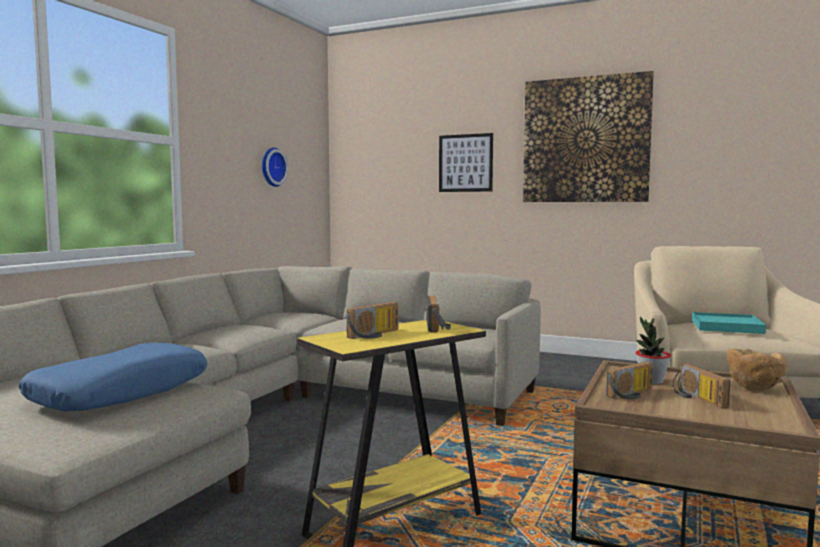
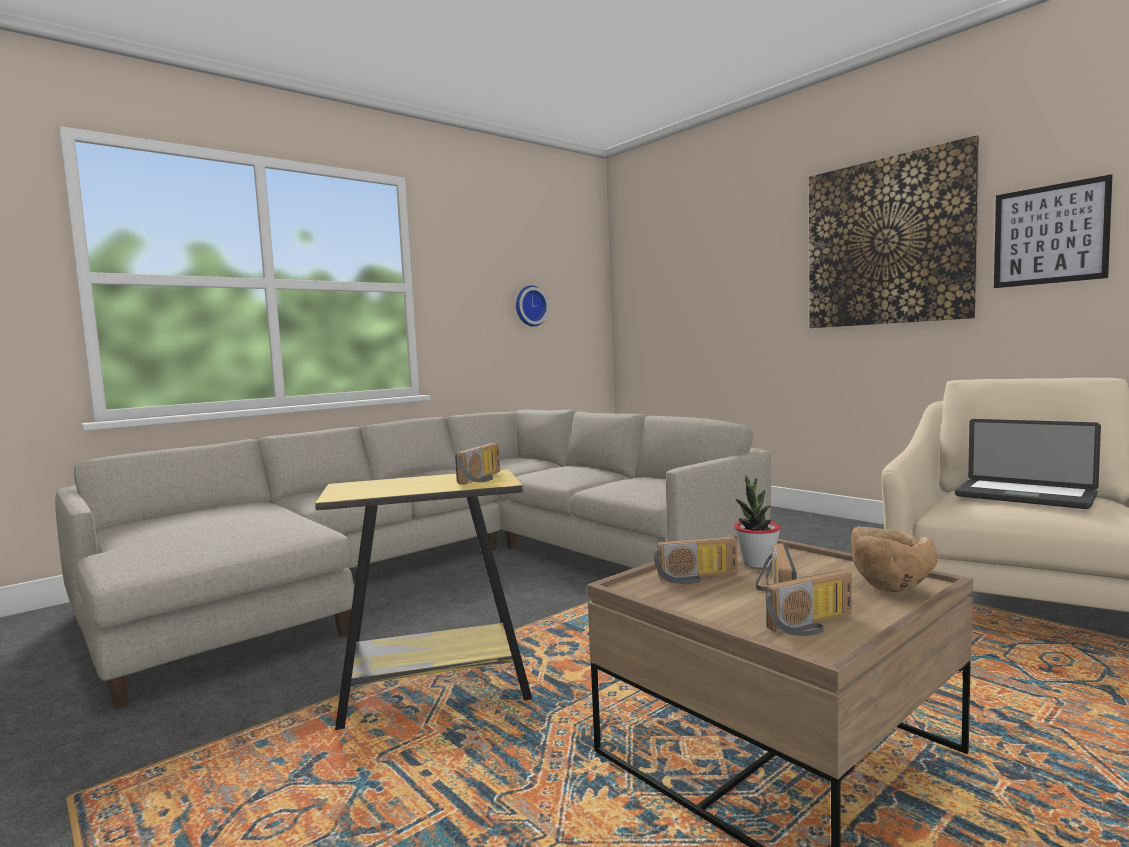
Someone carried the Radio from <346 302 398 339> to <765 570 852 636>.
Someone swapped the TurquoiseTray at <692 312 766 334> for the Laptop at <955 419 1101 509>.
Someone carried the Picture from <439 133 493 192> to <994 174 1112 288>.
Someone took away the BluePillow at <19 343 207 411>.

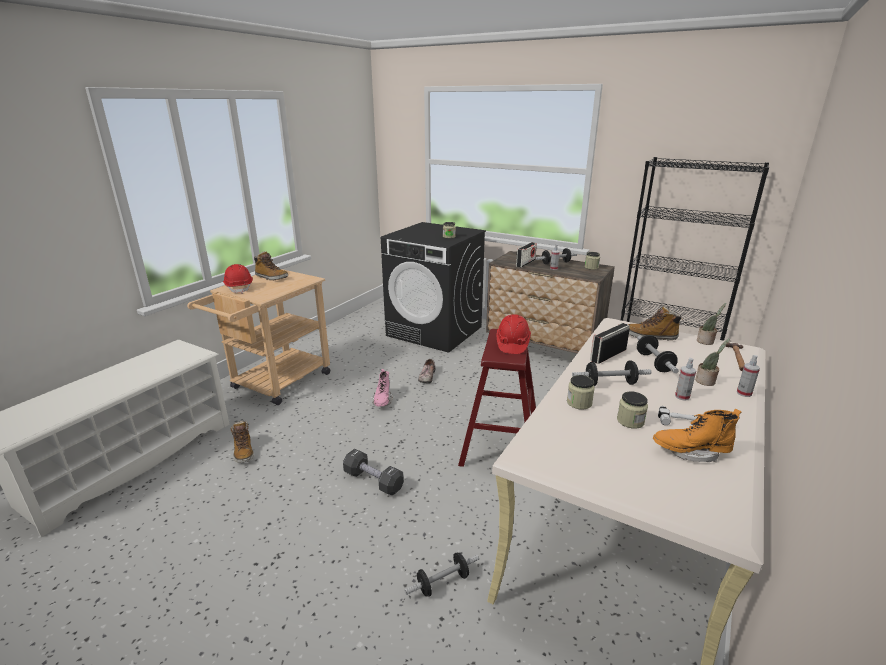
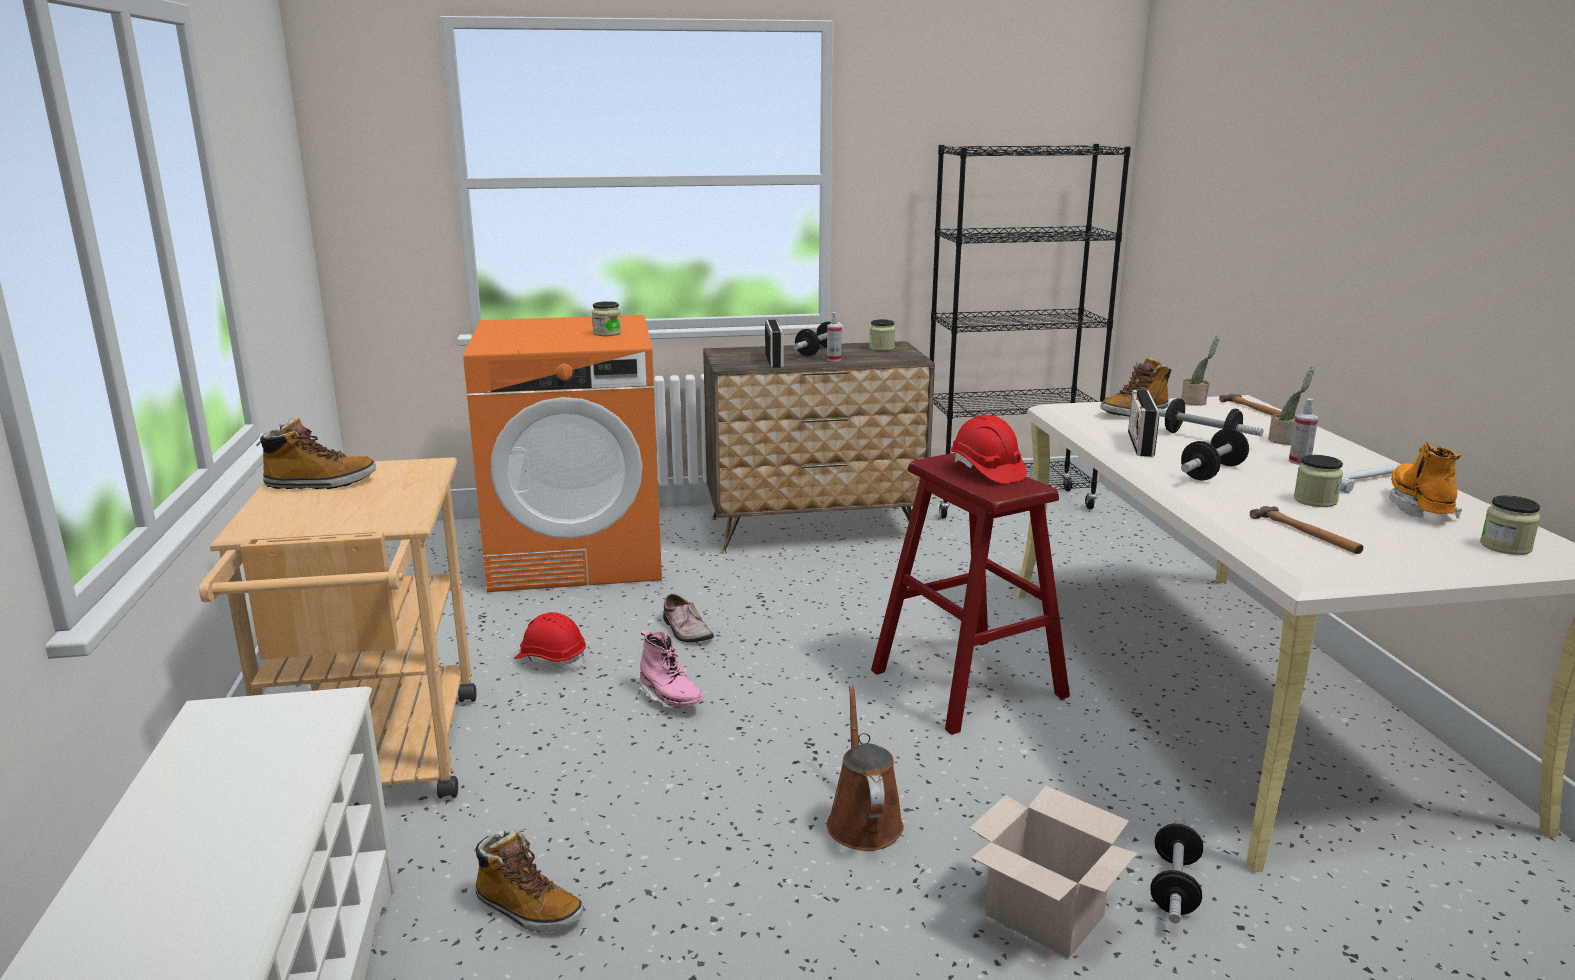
Someone repainted the BlackWashingMachine at <381 222 486 353>, which became the OrangeWashingMachine at <463 315 662 592>.
Someone carried the RedHardHat from <223 264 253 294> to <514 612 586 671>.
Someone swapped the BlackDumbbell at <343 449 404 495> for the BrownWateringCan at <827 685 904 851>.
Someone put down the CardboardBox at <969 786 1137 959>.
Someone put down the Hammer at <1250 506 1363 554>.
Someone rotated the OrangeBoot at <653 409 742 462> by 135 degrees clockwise.
Someone carried the Jar from <567 375 595 410> to <1480 495 1541 555>.
Someone took away the SprayBottle at <737 355 760 397>.

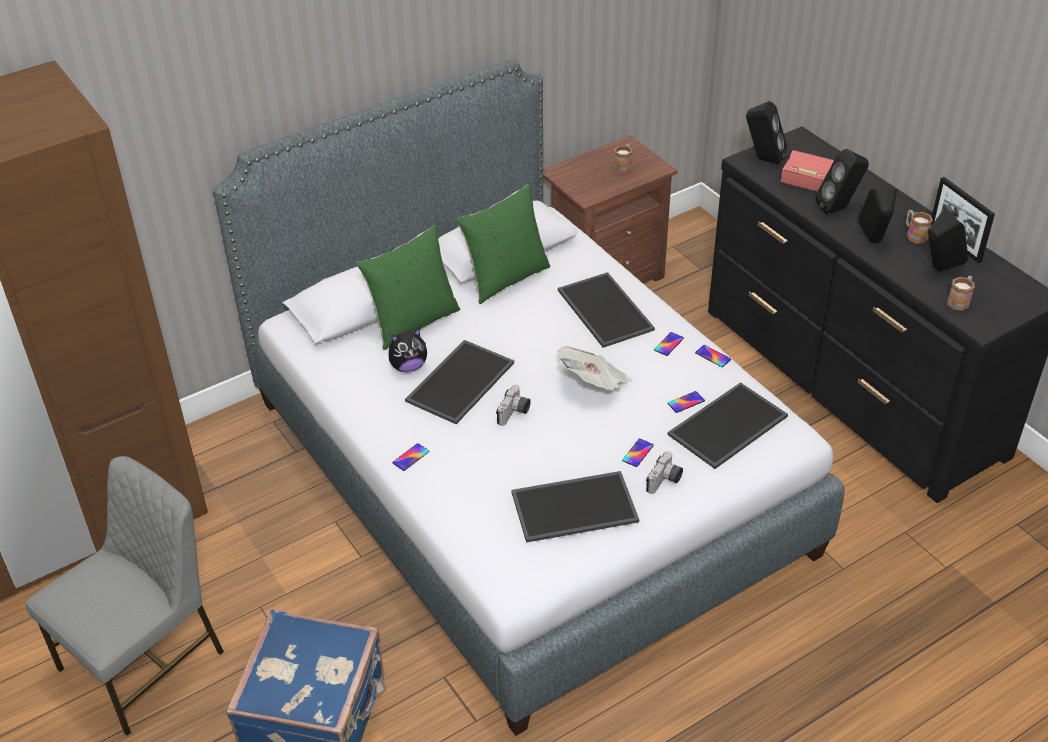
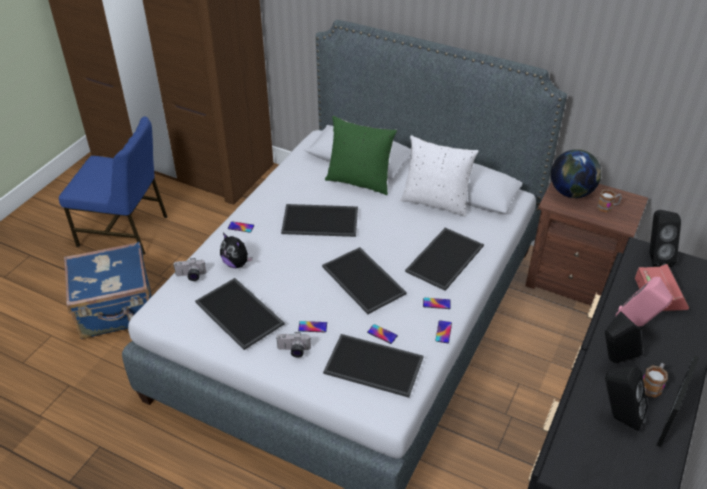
Someone repainted the GreyChair at <26 456 224 736>, which became the BlueChair at <59 116 167 255>.
Someone carried the PhotoCamera from <496 385 531 426> to <173 258 206 281>.
Someone carried the PlushToy from <388 328 427 372> to <220 233 253 268>.
Someone swapped the Newspaper at <557 346 632 391> for the Tray at <322 247 407 314>.
Someone repainted the GreenPillow at <456 184 550 304>, which became the WhitePillow at <400 135 479 217>.
Someone put down the Globe at <551 149 601 198>.
Someone repainted the BlackSpeaker at <816 149 869 214>, which became the PinkSpeaker at <616 277 673 327>.
Someone took away the Mug at <947 276 974 311>.

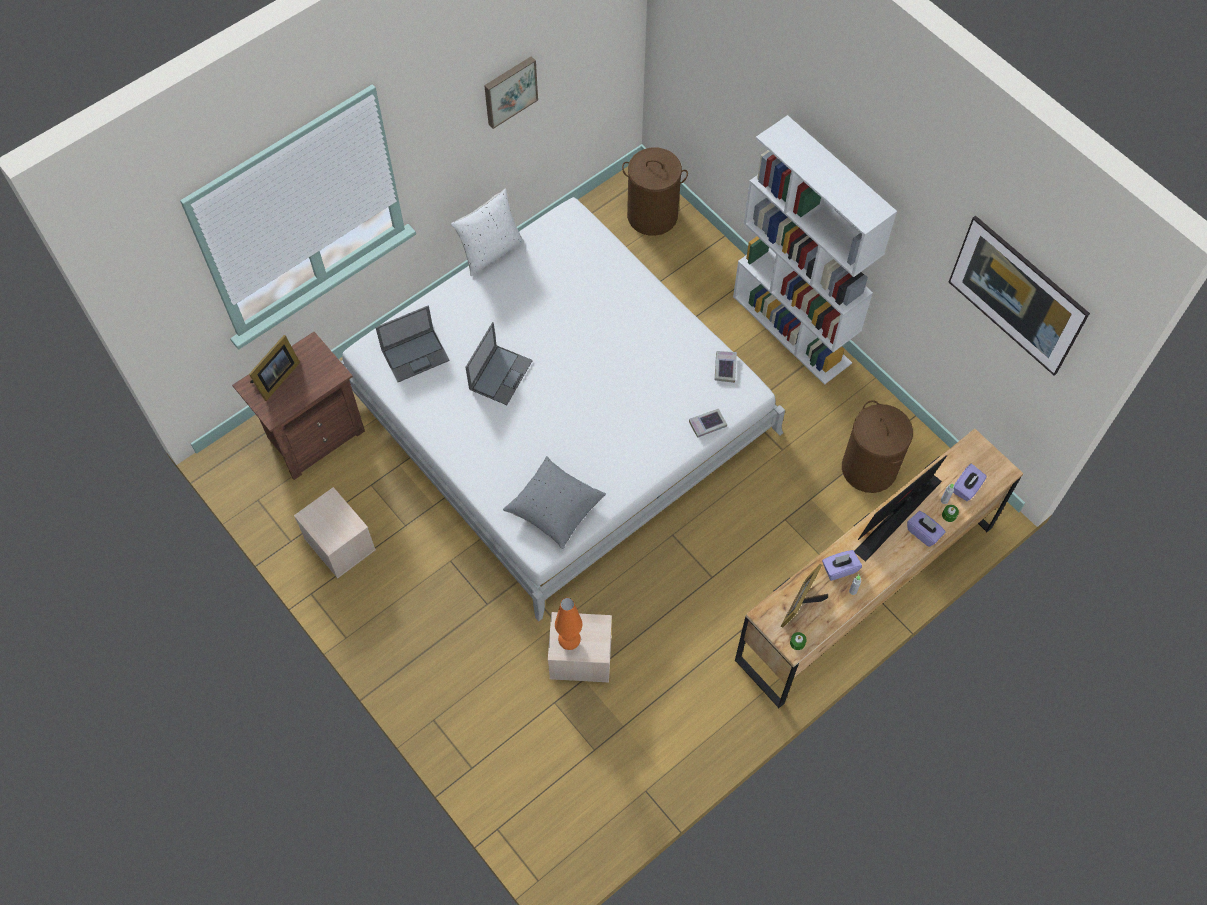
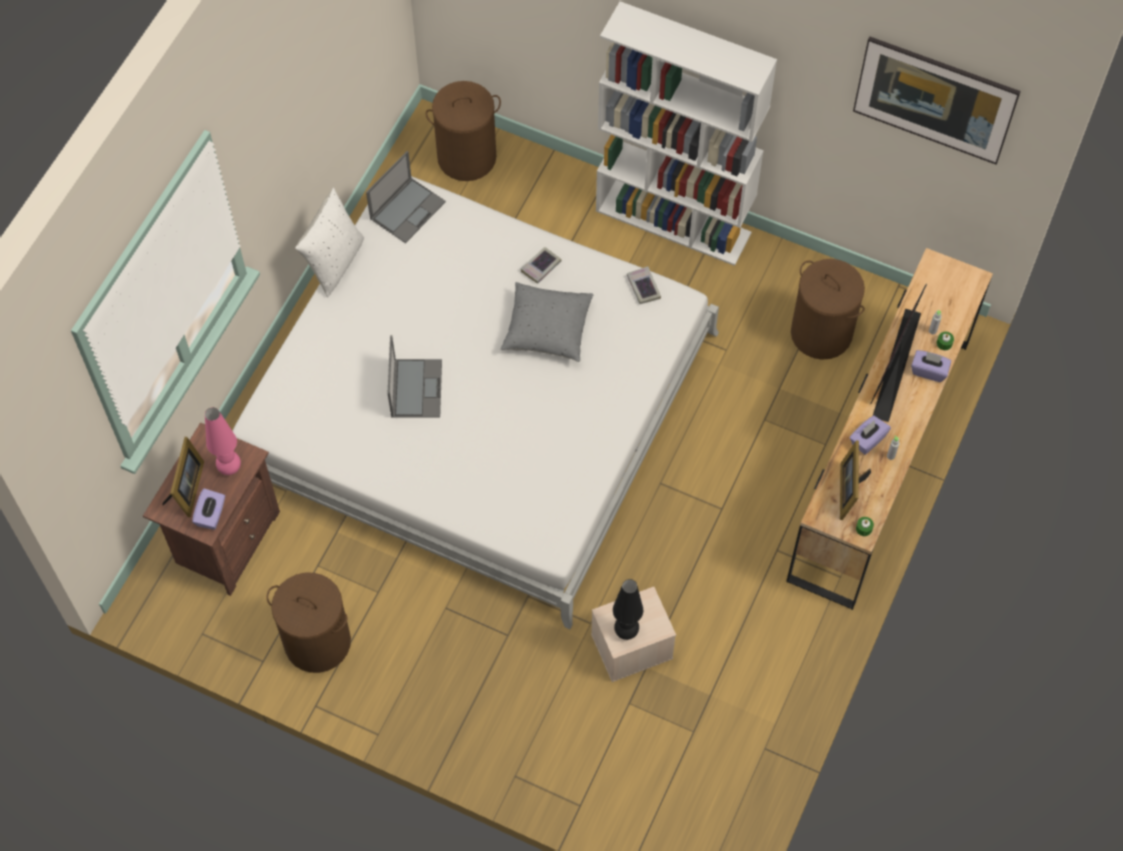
Someone carried the PurpleTissueBox from <953 463 987 501> to <192 488 225 530>.
Someone put down the PinkTableLamp at <205 407 241 475>.
Someone swapped the BeigeStorageBox at <294 487 376 578> for the BrownLaundryBasket at <266 573 351 673>.
Someone carried the Laptop from <375 306 450 382> to <366 151 446 243>.
Someone carried the GreyPillow from <503 456 606 549> to <501 282 593 362>.
Someone carried the Book from <689 409 727 438> to <521 247 561 284>.
Someone repainted the OrangeTableLamp at <555 598 582 650>, which became the BlackTableLamp at <613 579 643 640>.
Someone took away the Picture at <484 56 538 129>.

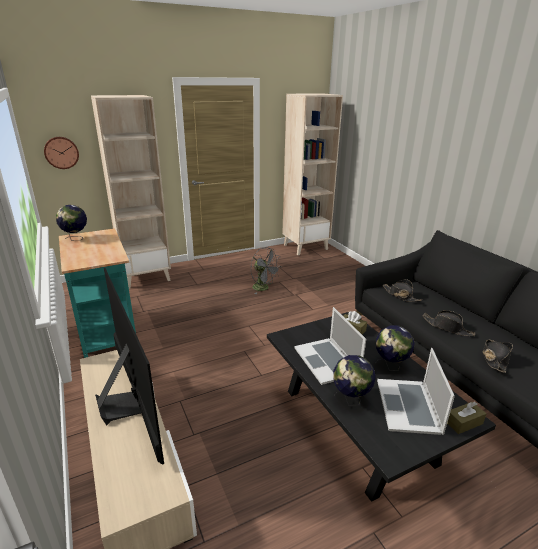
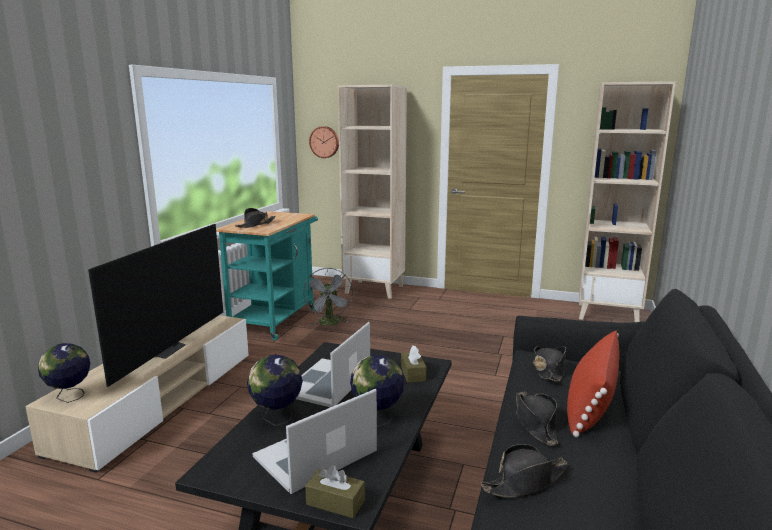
Someone carried the Globe from <56 205 87 241> to <38 343 90 403>.
Someone put down the BlackHat at <235 208 276 228>.
Someone carried the GreyFan from <251 247 281 294> to <303 268 353 325>.
Someone put down the RedPillow at <567 330 619 437>.

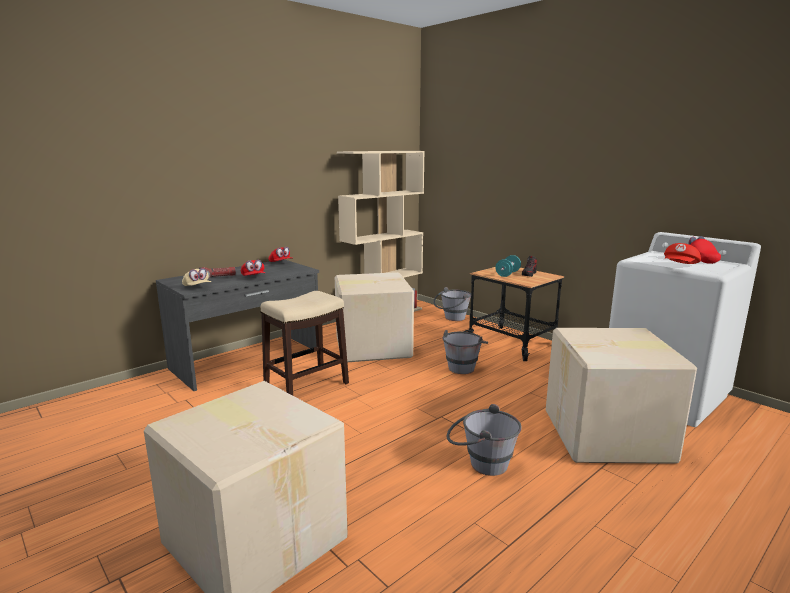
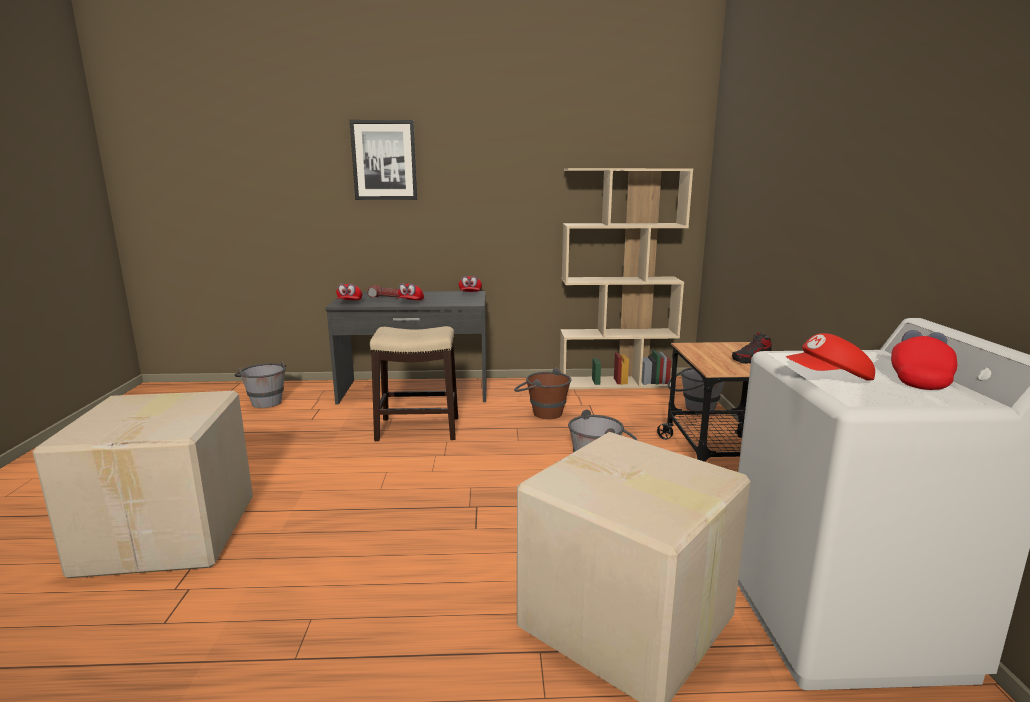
Someone carried the GreyBucket from <447 404 522 476> to <234 361 286 408>.
Someone repainted the BeigeCap at <182 268 211 286>, which became the RedCap at <336 284 362 300>.
Someone put up the Picture at <350 120 417 200>.
Someone swapped the CardboardBox at <335 272 414 362> for the BrownBucket at <514 367 571 419>.
Someone took away the TurquoiseDumbbell at <496 255 521 277>.

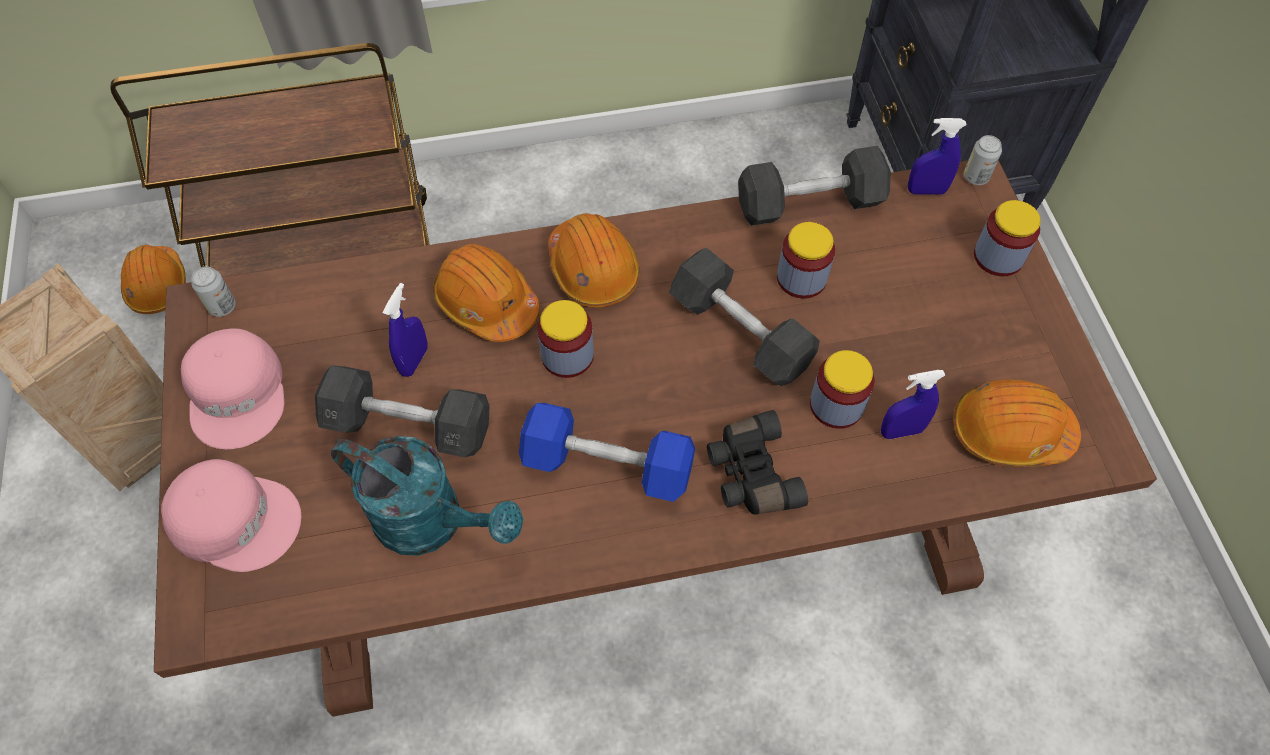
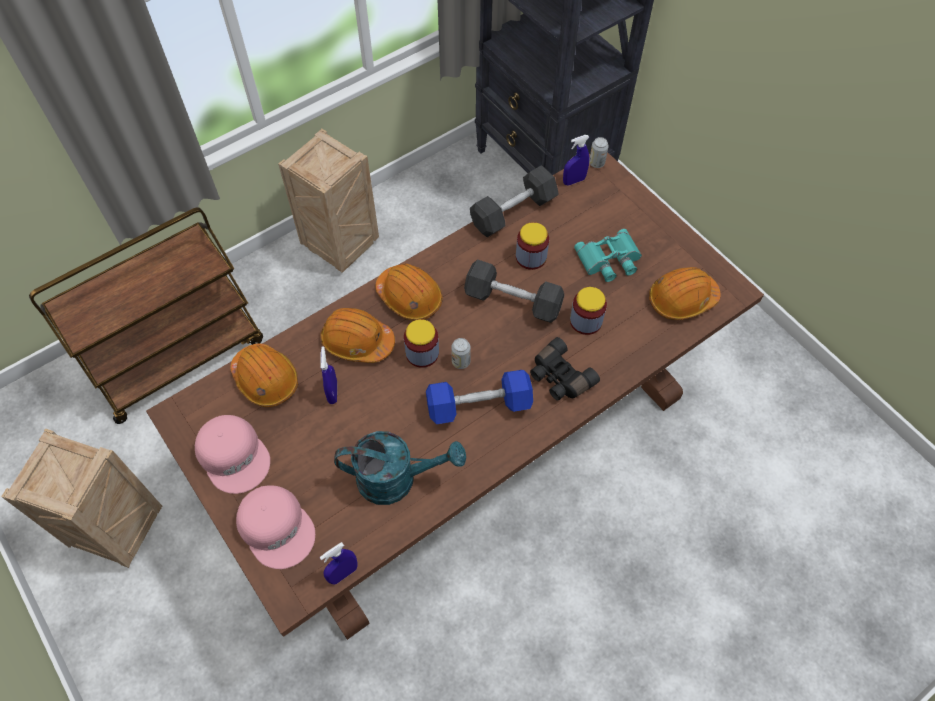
Someone carried the OrangeHardHat from <121 245 186 314> to <230 344 298 407>.
Someone rotated the PinkCap at <161 459 301 572> by 60 degrees clockwise.
Someone put down the Crate at <278 128 379 273>.
Someone carried the BlueSprayBottle from <880 370 945 439> to <320 542 358 585>.
Someone carried the Can from <191 266 236 317> to <451 338 471 369>.
Someone put down the TurquoiseBinoculars at <574 229 642 282>.
Someone took away the GreyDumbbell at <315 366 490 457>.
Someone took away the Jar at <974 200 1041 276>.

